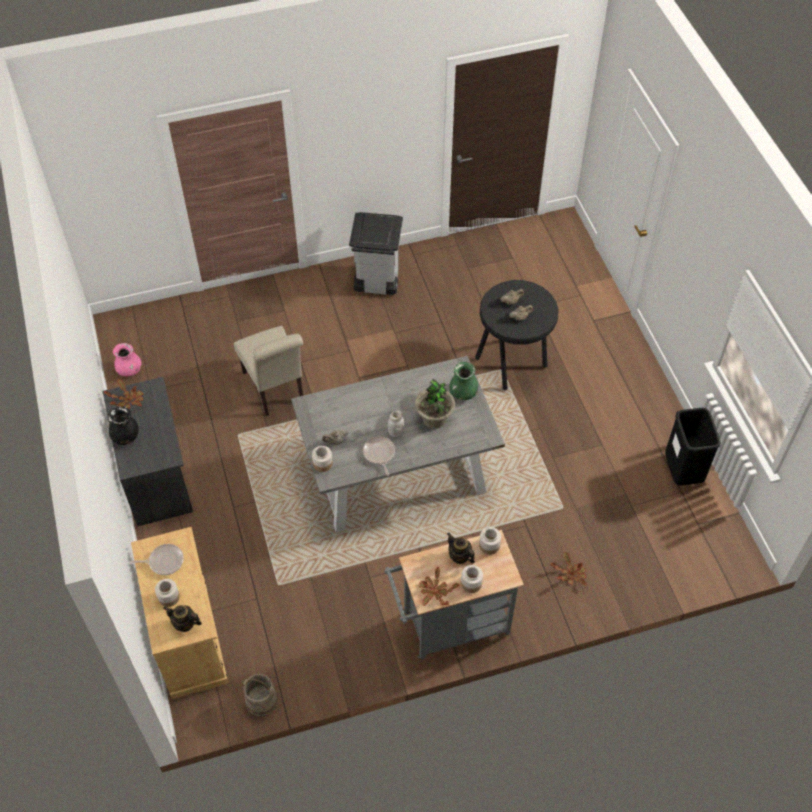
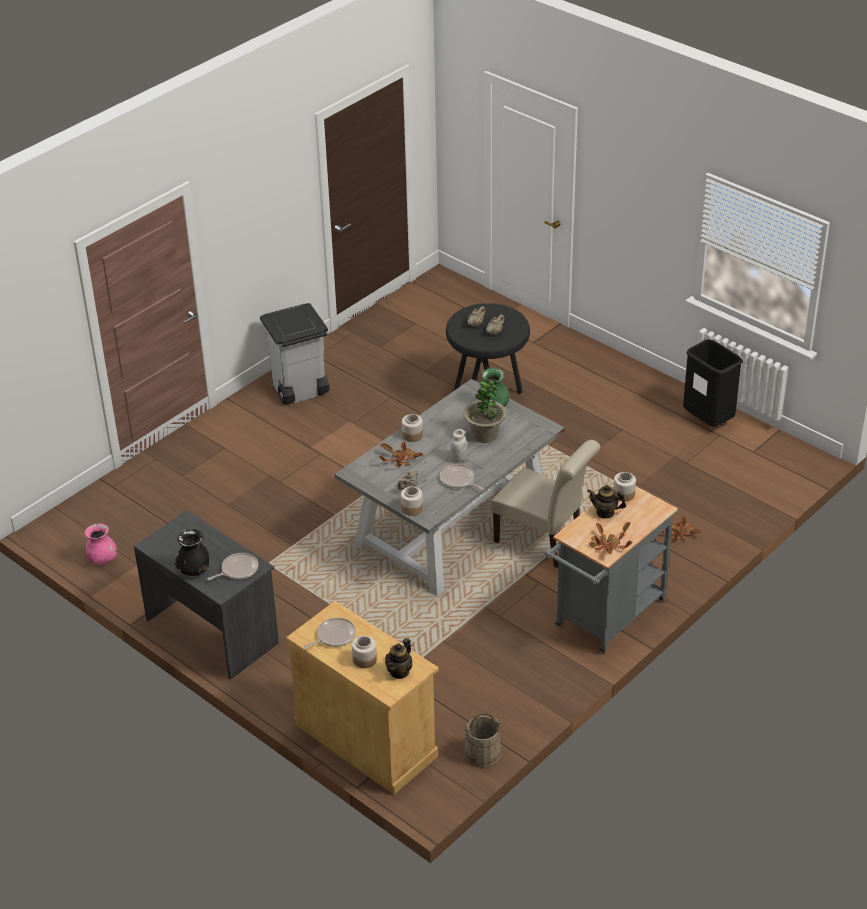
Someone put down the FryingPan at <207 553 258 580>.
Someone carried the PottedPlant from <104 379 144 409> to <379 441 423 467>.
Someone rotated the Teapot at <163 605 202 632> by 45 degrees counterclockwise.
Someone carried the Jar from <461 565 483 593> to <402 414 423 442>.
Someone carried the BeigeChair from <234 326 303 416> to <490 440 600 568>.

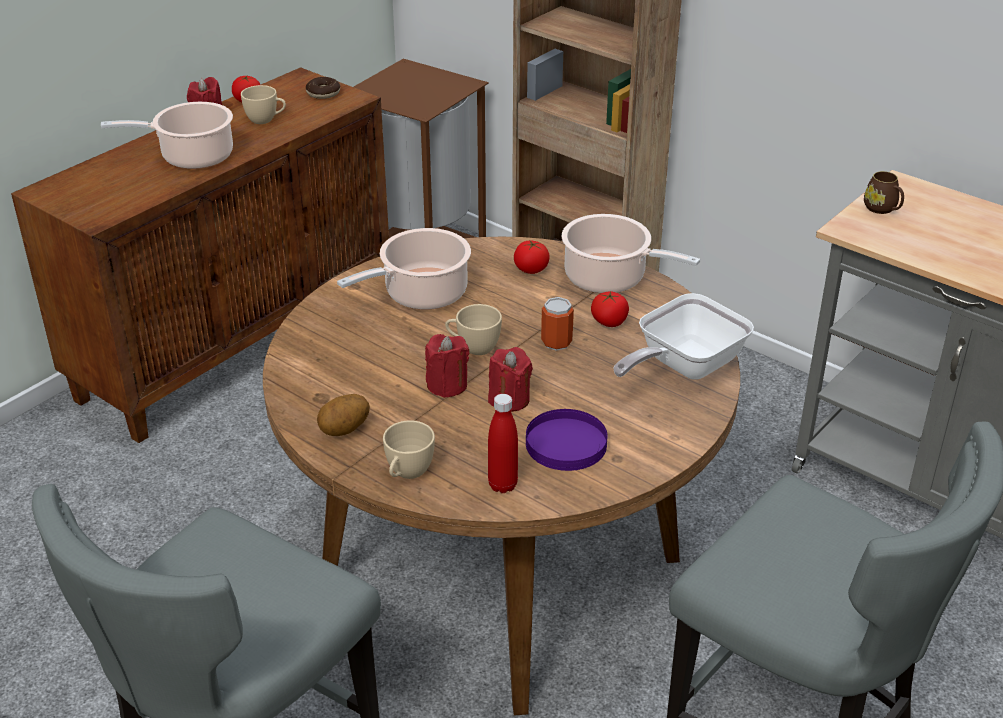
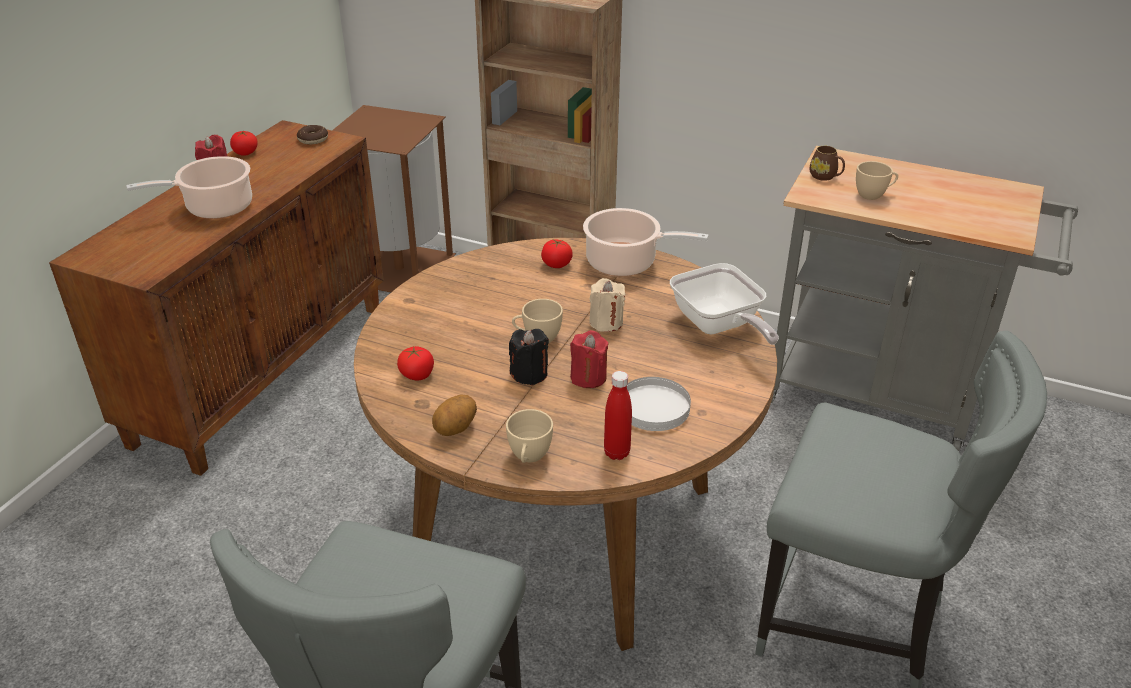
Someone carried the Tomato from <591 291 629 327> to <397 346 434 380>.
Someone repainted the RedCandle at <425 334 469 398>, which became the BlackCandle at <509 329 549 385>.
Someone swapped the Can at <541 297 574 351> for the BeigeCandle at <589 278 625 332>.
Someone repainted the PurplePlate at <526 409 607 471>, which became the WhitePlate at <627 377 691 431>.
Someone rotated the FryingPan at <613 293 754 380> by 60 degrees counterclockwise.
Someone carried the BeigeCup from <241 85 286 124> to <856 161 898 200>.
Someone took away the CookingPot at <337 228 471 310>.

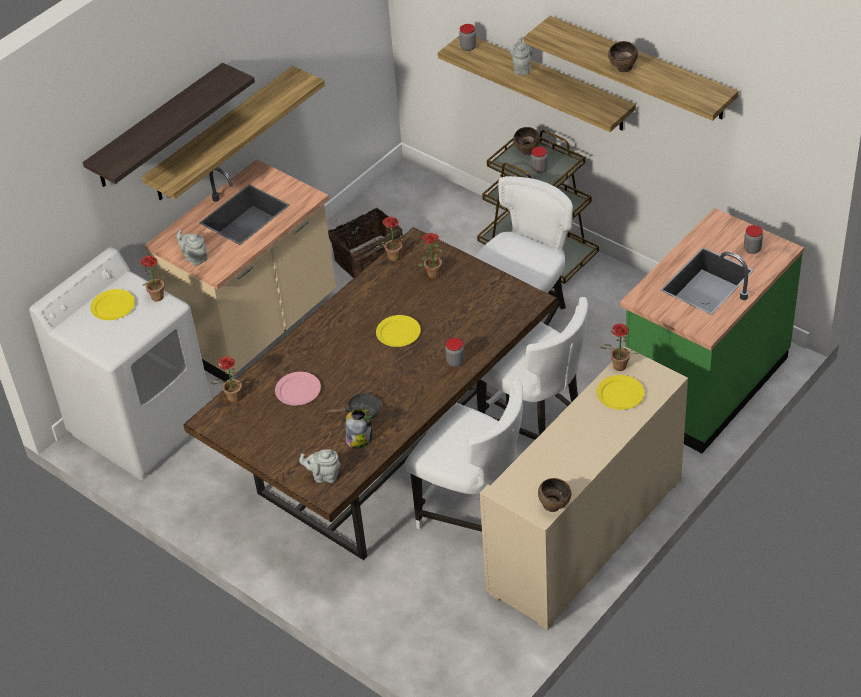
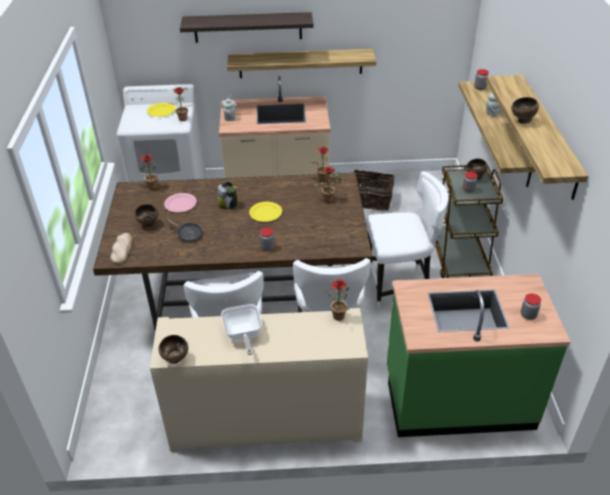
Someone swapped the GreyTeapot at <299 450 341 483> for the Bread at <110 233 133 264>.
Someone put down the BrownBowl at <135 204 158 227>.
Someone carried the Jar from <346 408 372 449> to <218 182 237 209>.
Someone put down the FryingPan at <221 304 262 355>.
Someone took away the YellowPlate at <597 375 644 410>.

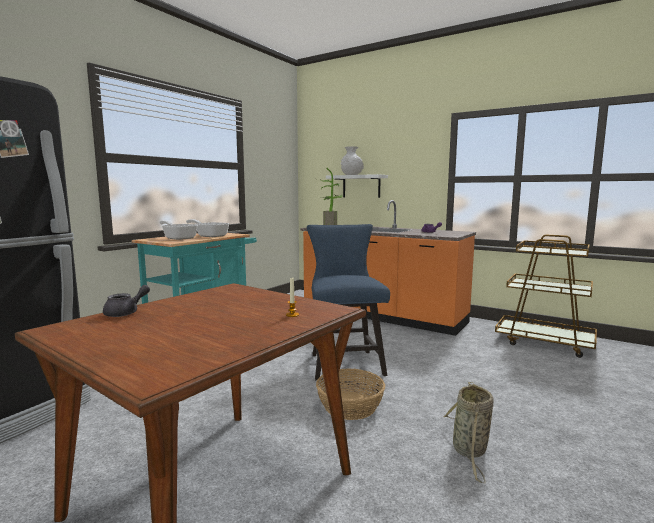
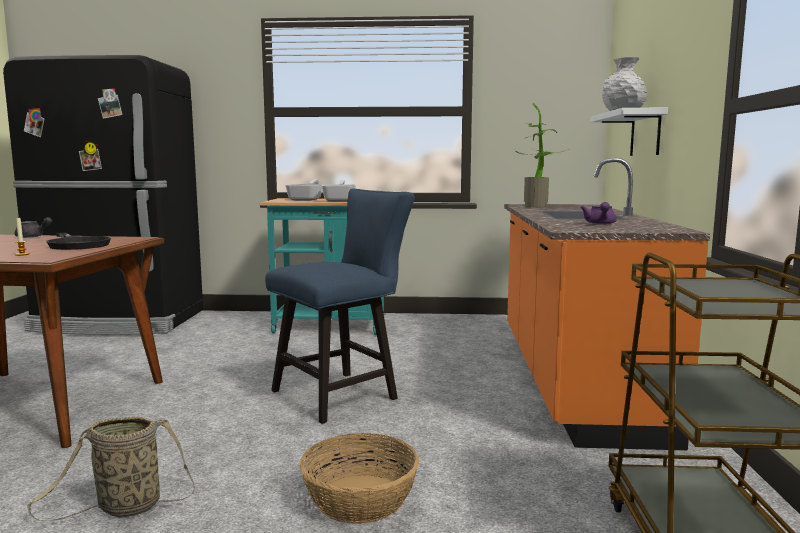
Someone put down the BlackFryingPan at <46 233 111 250>.
Someone carried the Basket from <316 368 386 420> to <300 433 419 524>.

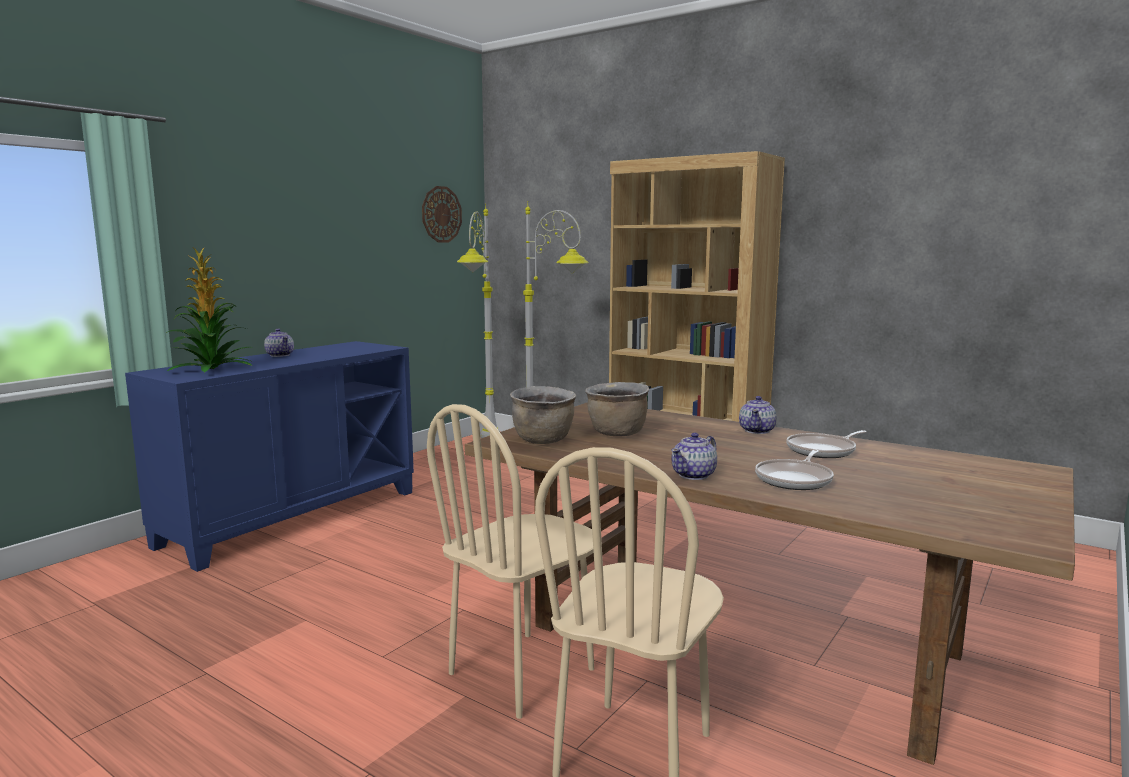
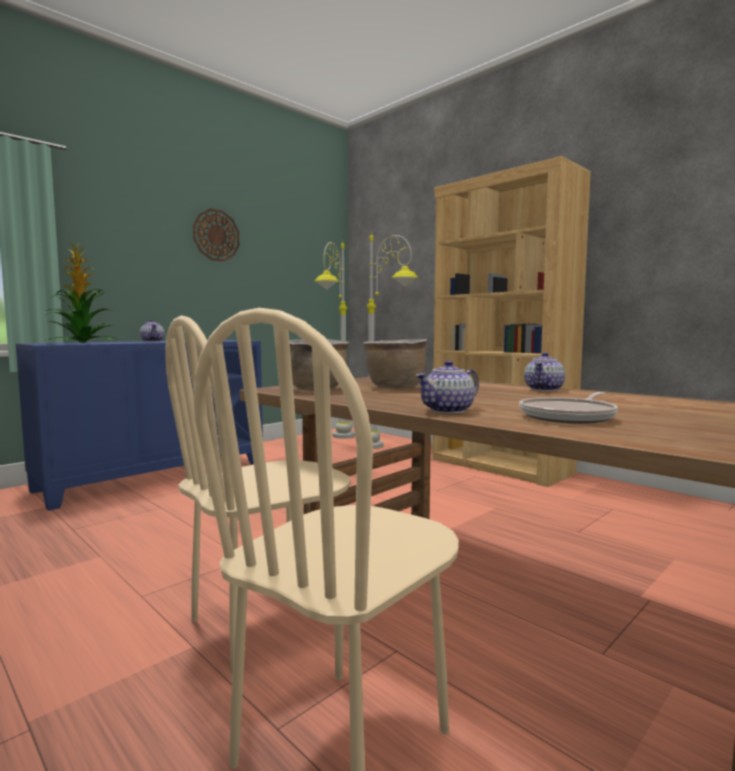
Someone carried the WallClock from <422 186 462 243> to <193 208 240 262>.
Someone took away the FryingPan at <786 430 867 458>.

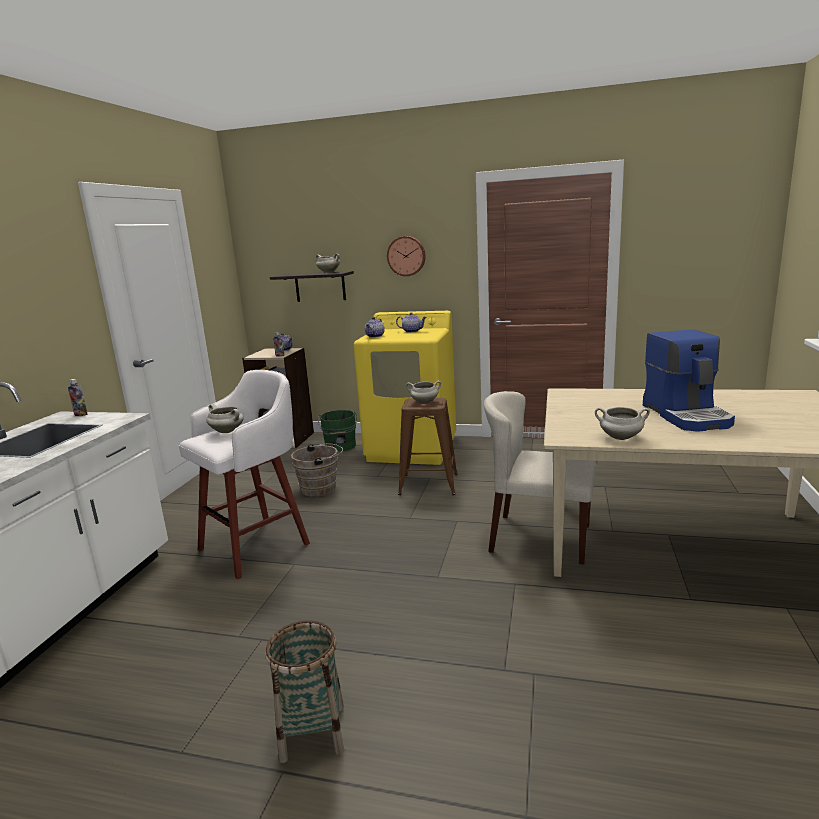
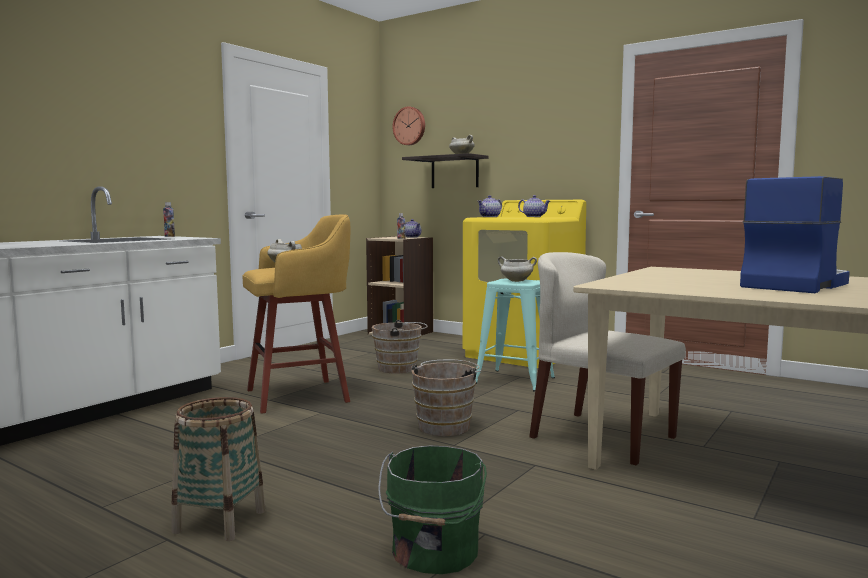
Someone repainted the WhiteStool at <179 370 310 579>, which became the YellowStool at <242 214 350 414>.
Someone carried the GreenBucket from <318 410 357 452> to <378 446 487 574>.
Someone carried the WallClock from <387 236 426 276> to <392 106 425 145>.
Someone put down the BrownBucket at <411 360 481 436>.
Someone repainted the BrownStool at <398 398 458 495>, which became the TurquoiseStool at <476 279 555 392>.
Someone rotated the CoffeeMachine at <643 329 735 432> by 150 degrees counterclockwise.
Someone took away the WhiteCookingPot at <595 407 650 440>.

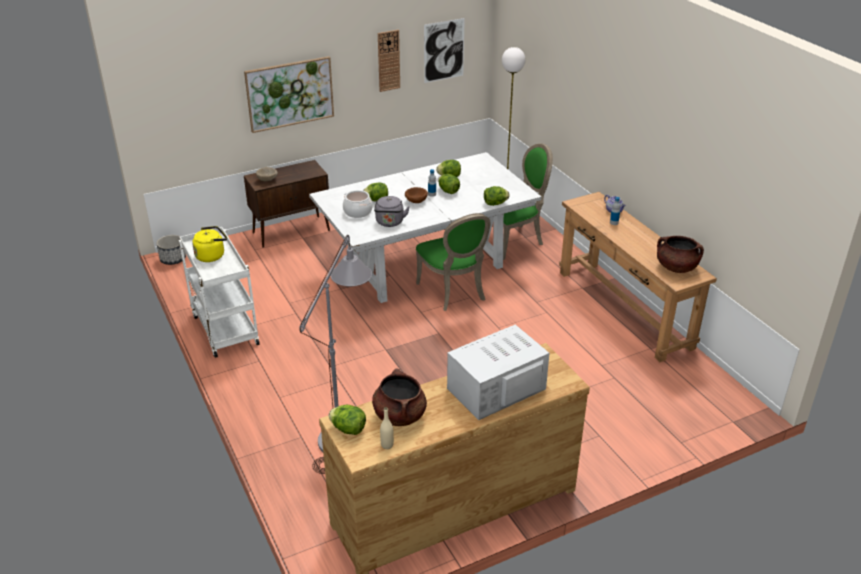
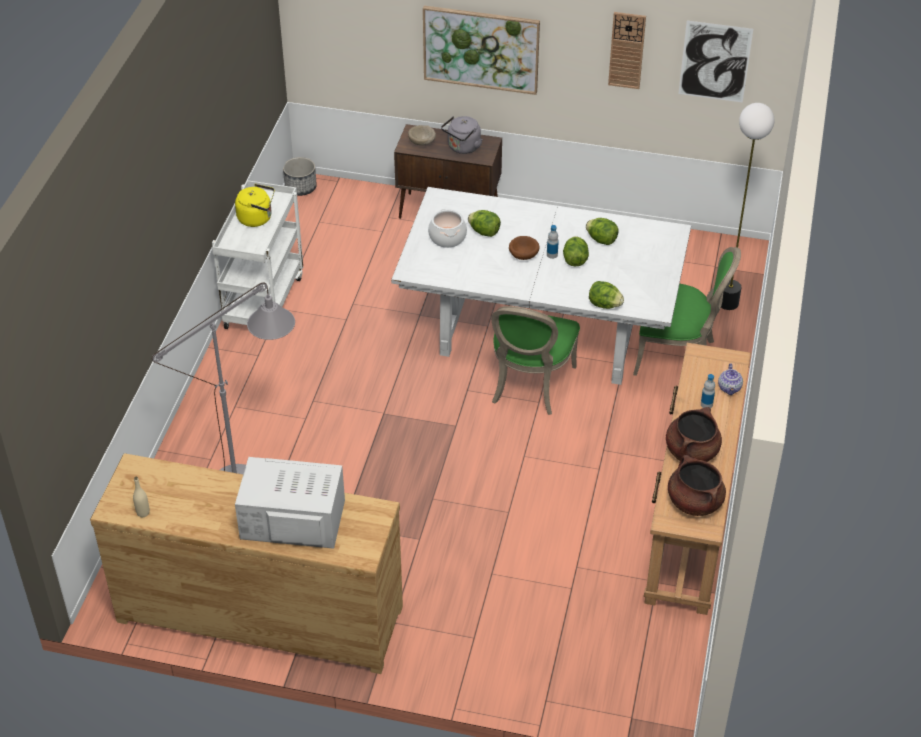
Someone carried the GreyKettle from <374 196 410 227> to <441 116 483 154>.
Someone carried the BrownCookingPot from <372 368 427 426> to <666 407 722 462>.
Someone took away the Lettuce at <329 405 366 435>.

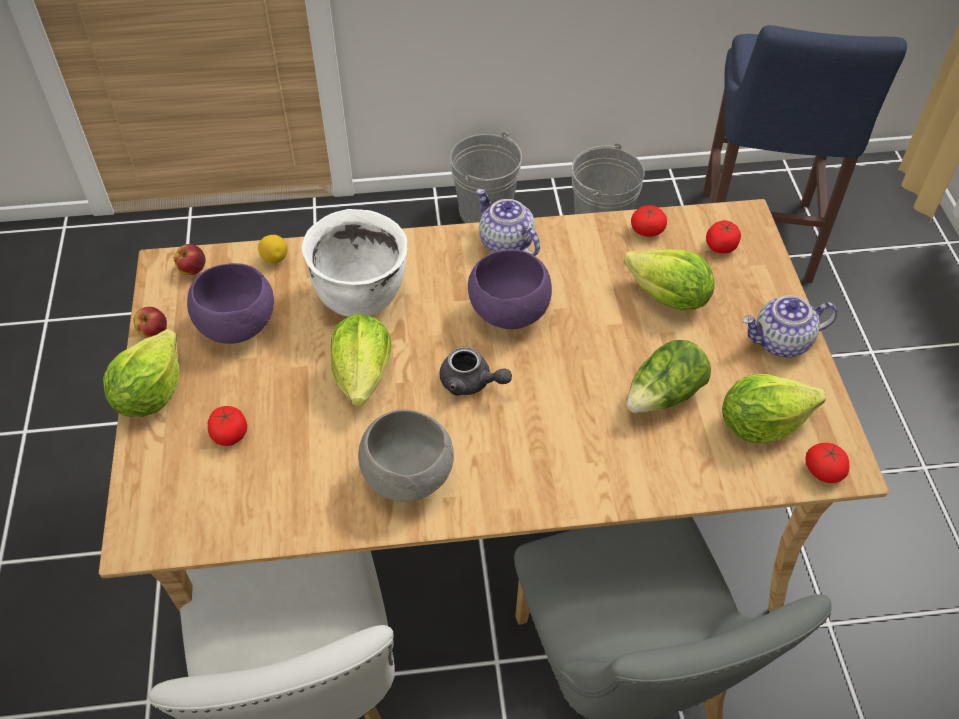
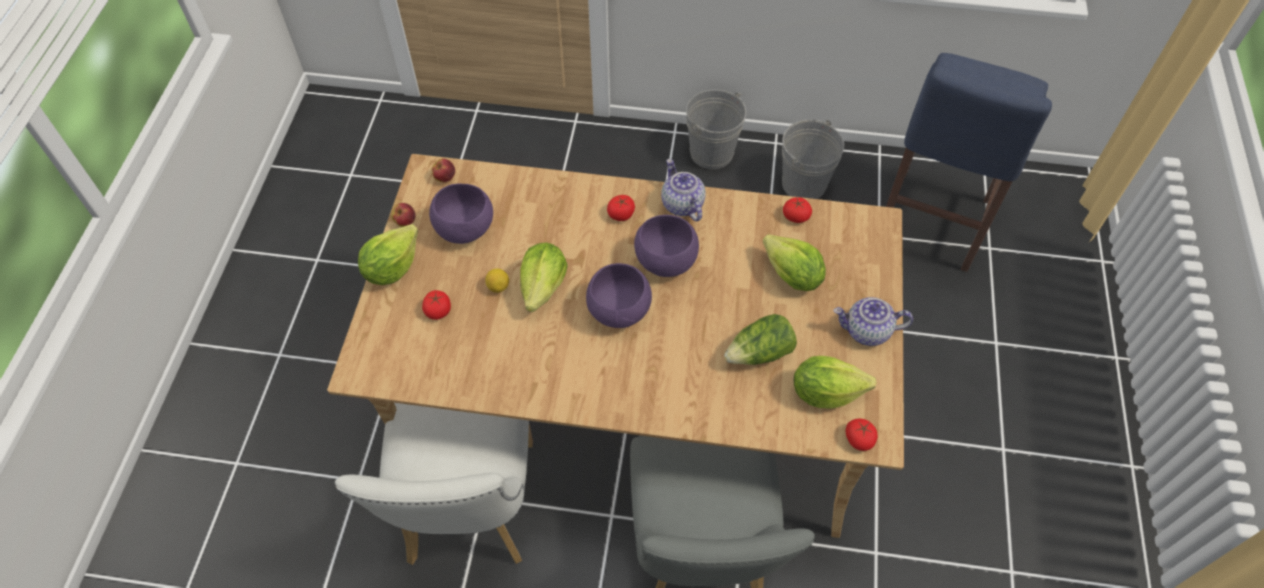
Someone carried the Lemon from <258 235 288 264> to <485 268 509 293>.
Someone swapped the GreyTeapot at <440 347 512 396> for the PurpleBowl at <586 263 652 328>.
Someone carried the Tomato from <706 220 741 254> to <607 195 635 221>.
Someone took away the WhiteCookingPot at <301 209 407 317>.
Someone took away the GreyBowl at <358 409 454 502>.

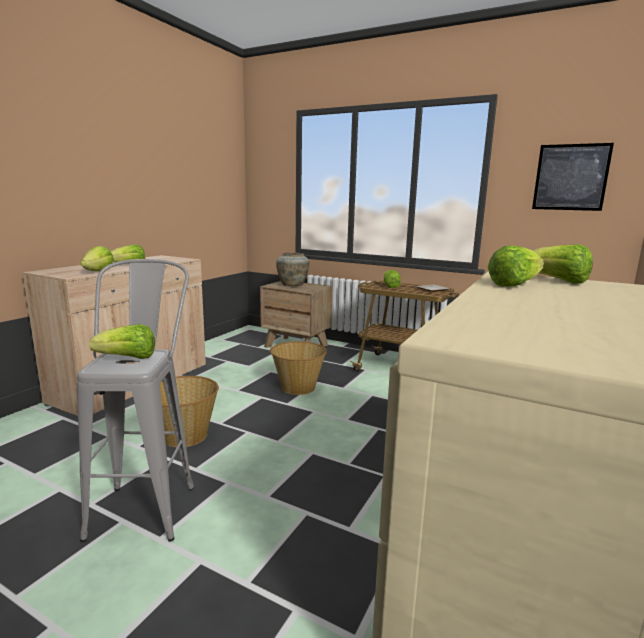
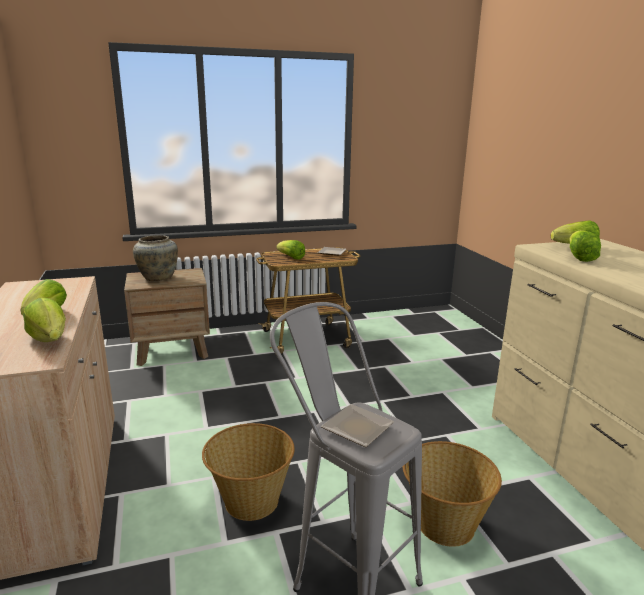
Someone swapped the Lettuce at <89 324 155 359> for the Plate at <321 404 394 447>.
Someone carried the Basket from <270 341 327 395> to <403 441 502 547>.
Someone took away the Picture at <532 143 614 211>.

